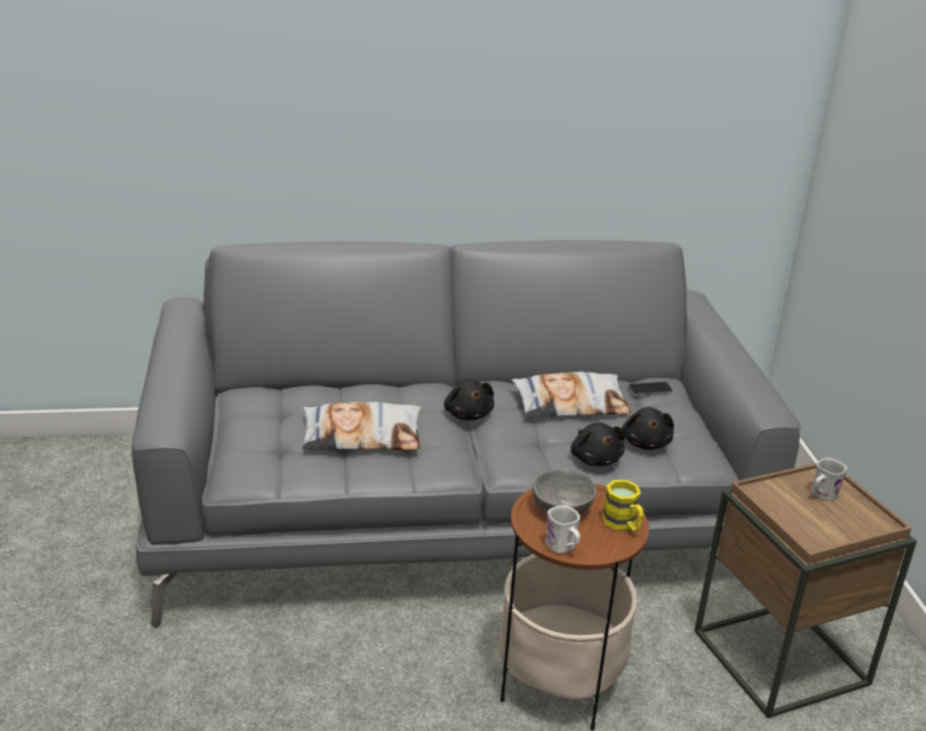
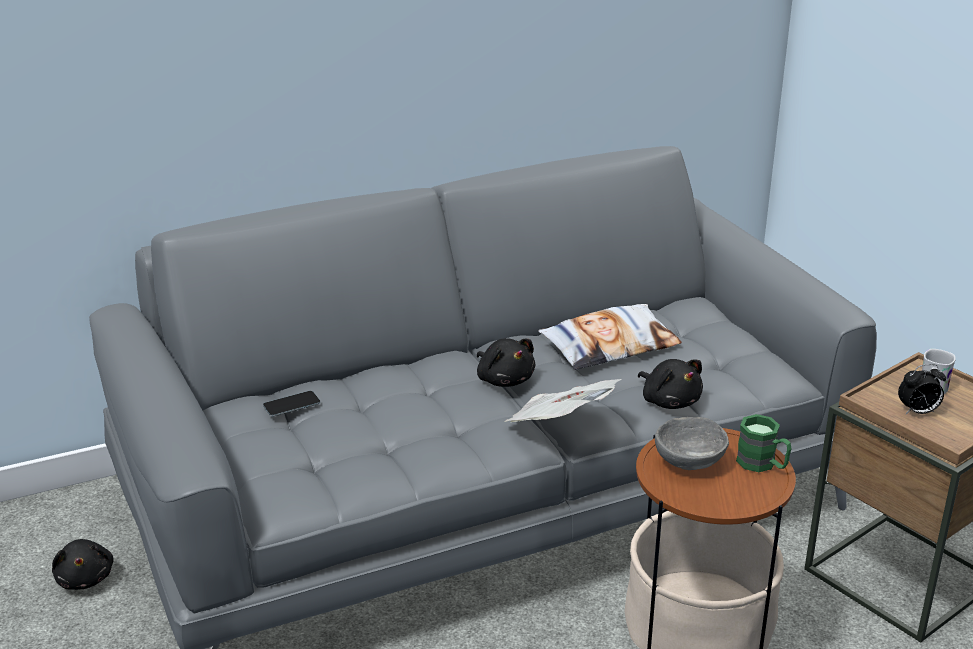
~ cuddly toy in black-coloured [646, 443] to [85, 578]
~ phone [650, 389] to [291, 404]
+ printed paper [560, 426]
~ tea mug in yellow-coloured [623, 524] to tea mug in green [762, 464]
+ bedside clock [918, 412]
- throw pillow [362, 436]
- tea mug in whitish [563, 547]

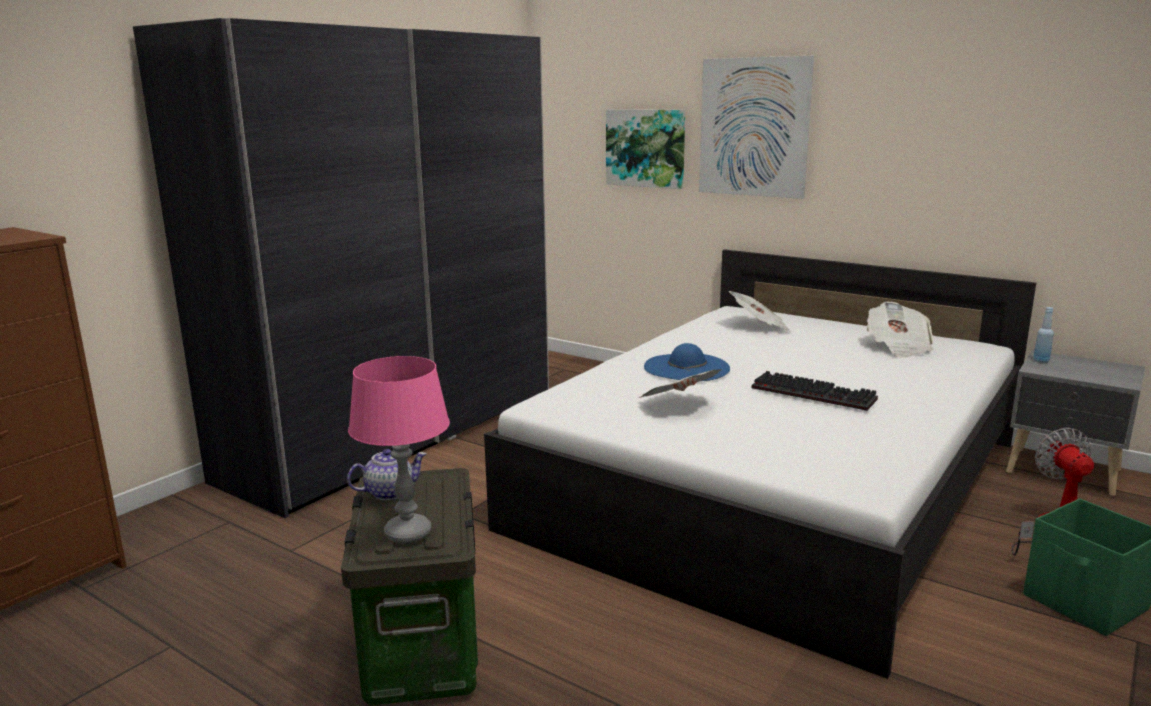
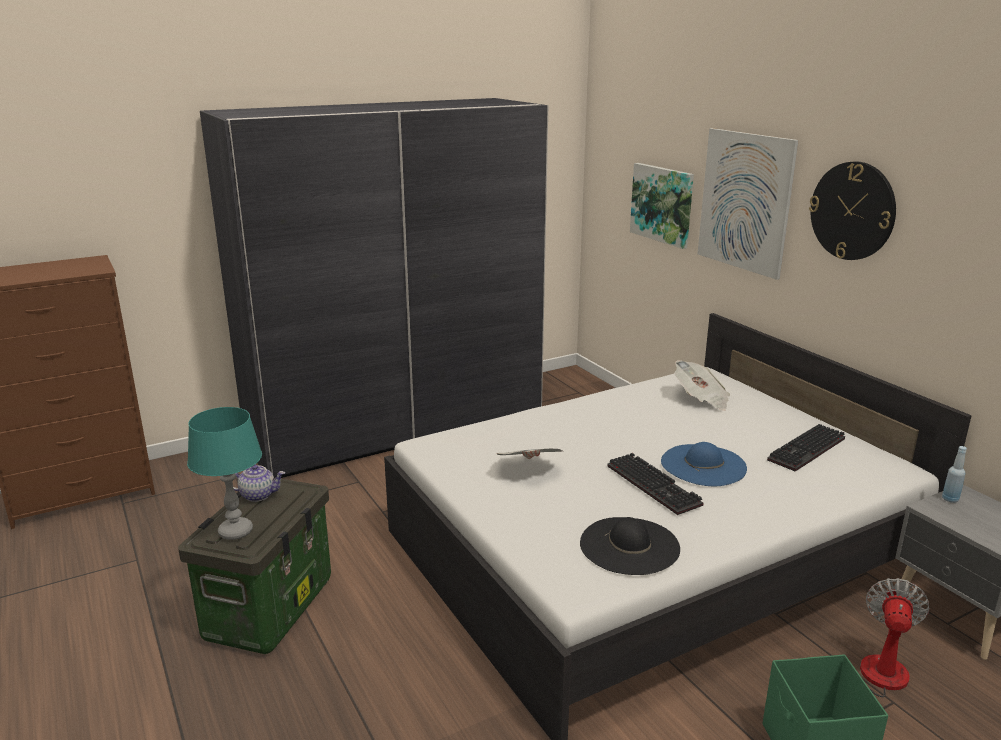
~ tabletop lamp in pink-coloured [407, 533] to tabletop lamp in turquoise [235, 532]
+ wearable hat in black-coloured [629, 545]
~ wearable hat in blue [686, 367] to [703, 465]
~ printed paper [898, 347] to keyboard [807, 451]
+ clock on the wall [852, 211]

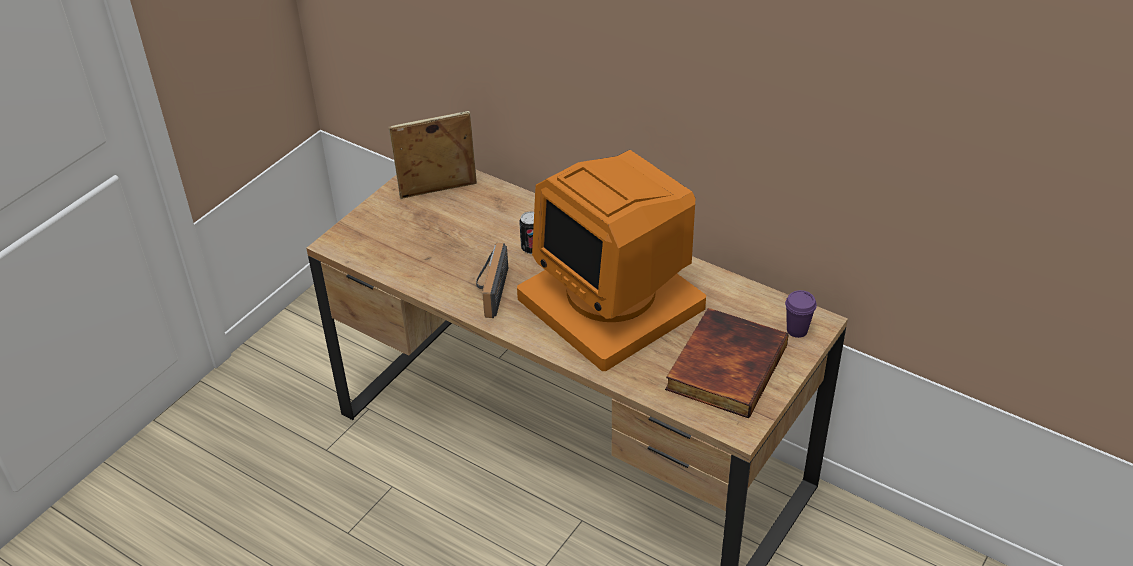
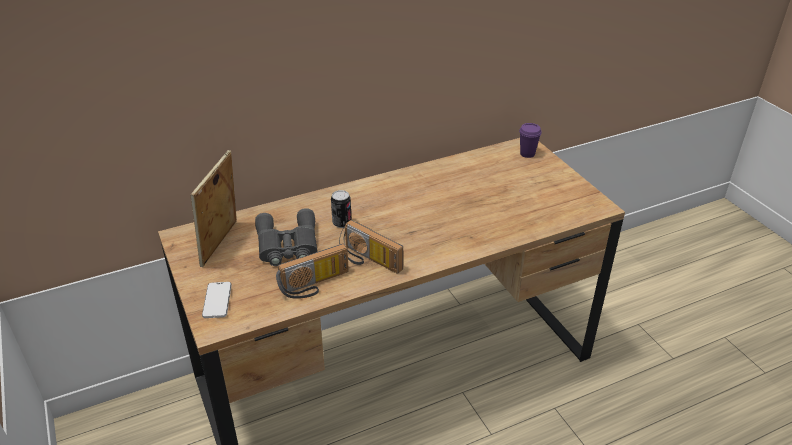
+ phone [217, 301]
+ field glasses in gray [287, 245]
+ radio set [315, 285]
- computer screen [614, 301]
- bound book [724, 366]

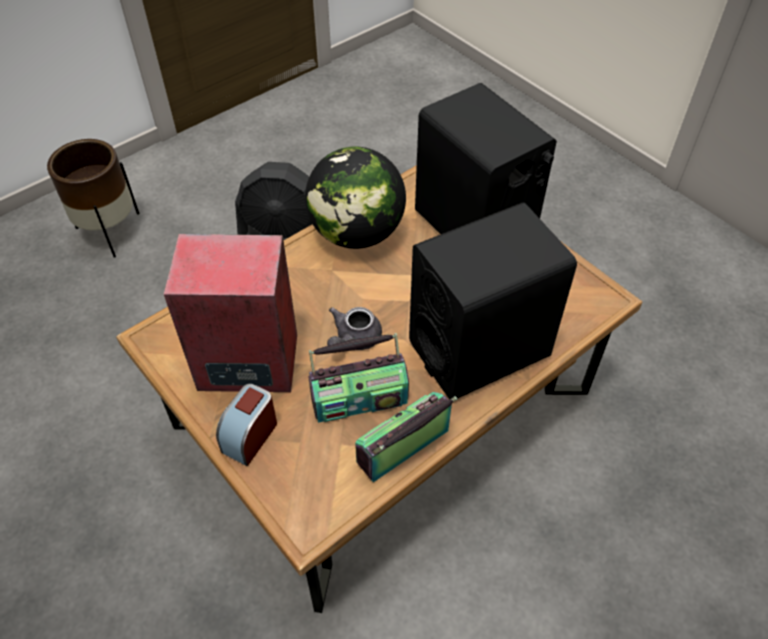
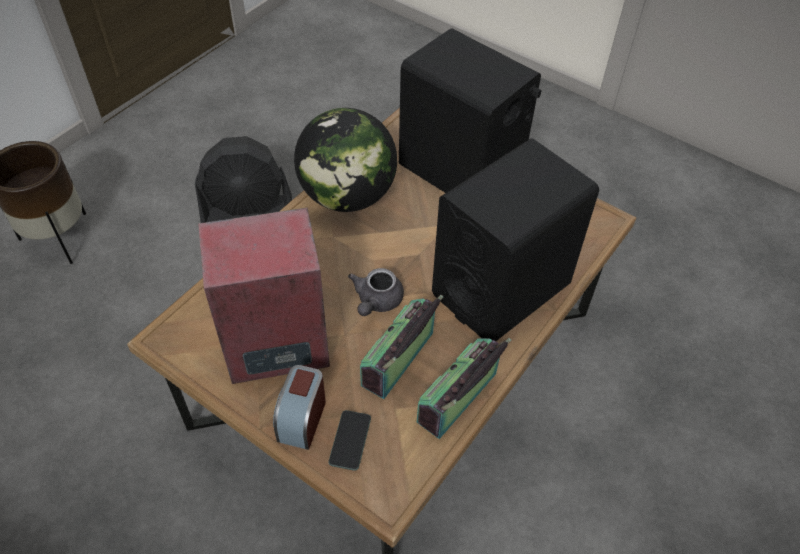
+ phone [350, 440]
~ radio set [359, 399] = [400, 360] 150 degrees clockwise

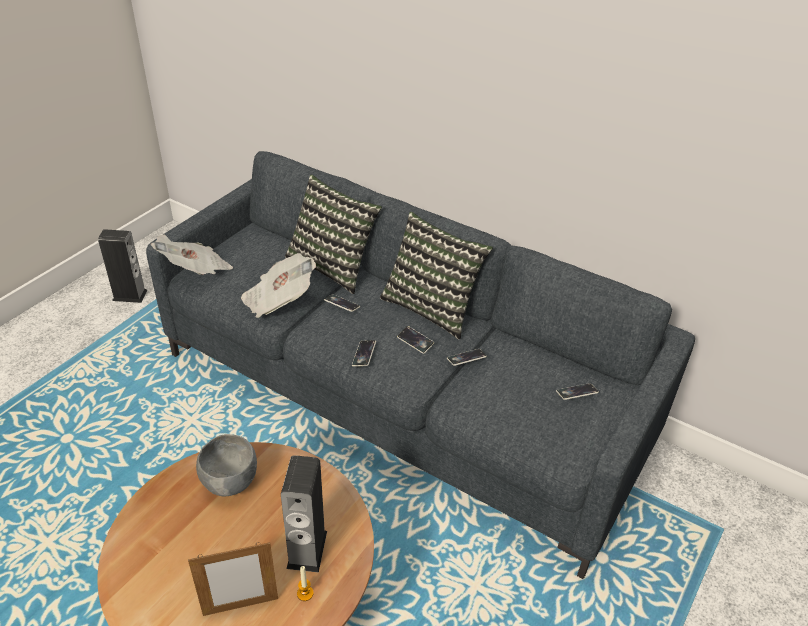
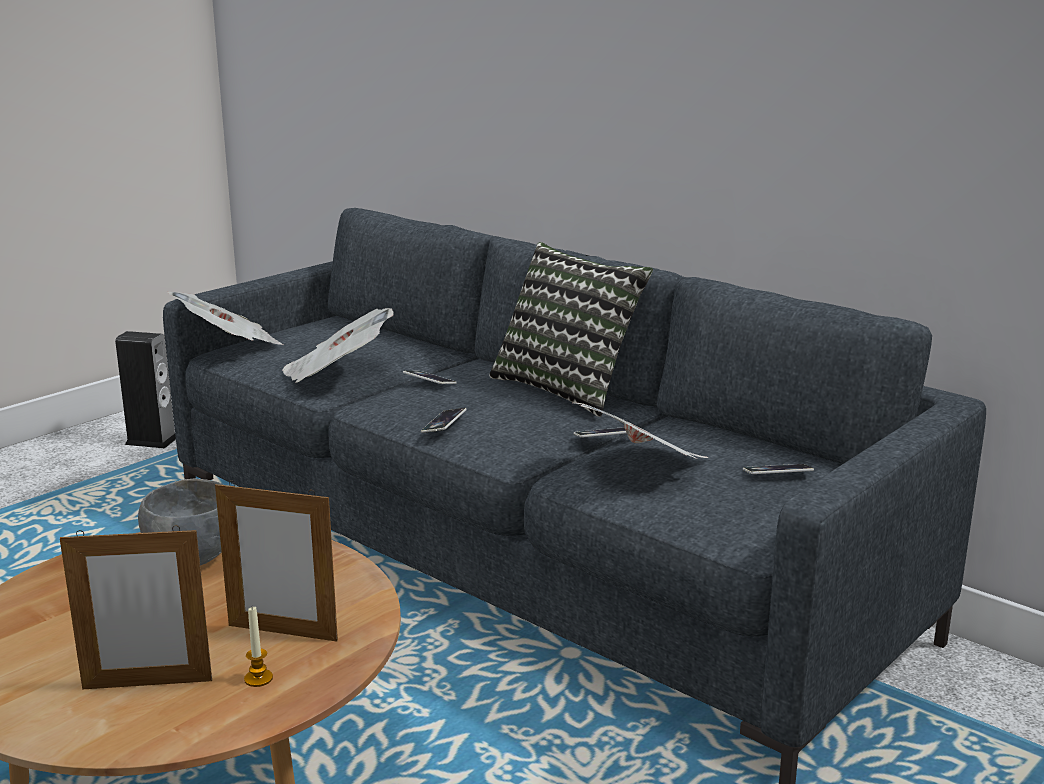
~ loudspeaker [307, 549] to photo frame [282, 632]
+ printed paper [641, 466]
- throw pillow [333, 265]
- phone [415, 341]

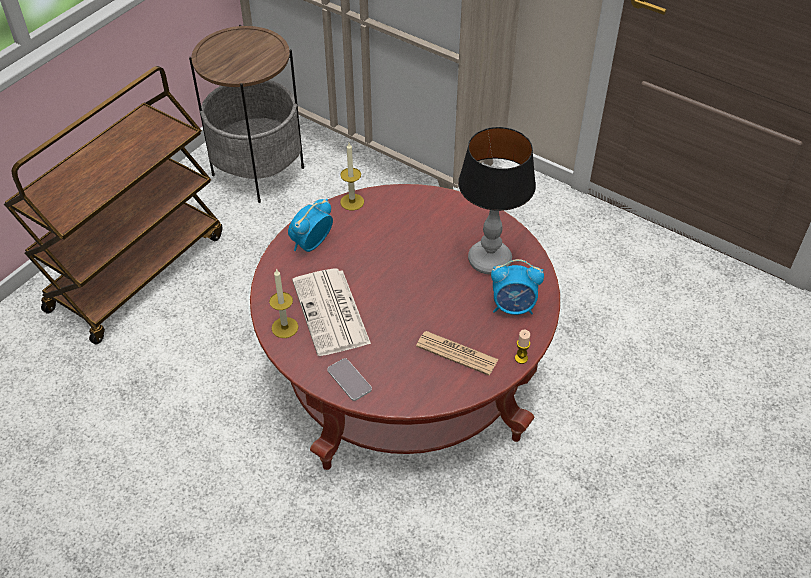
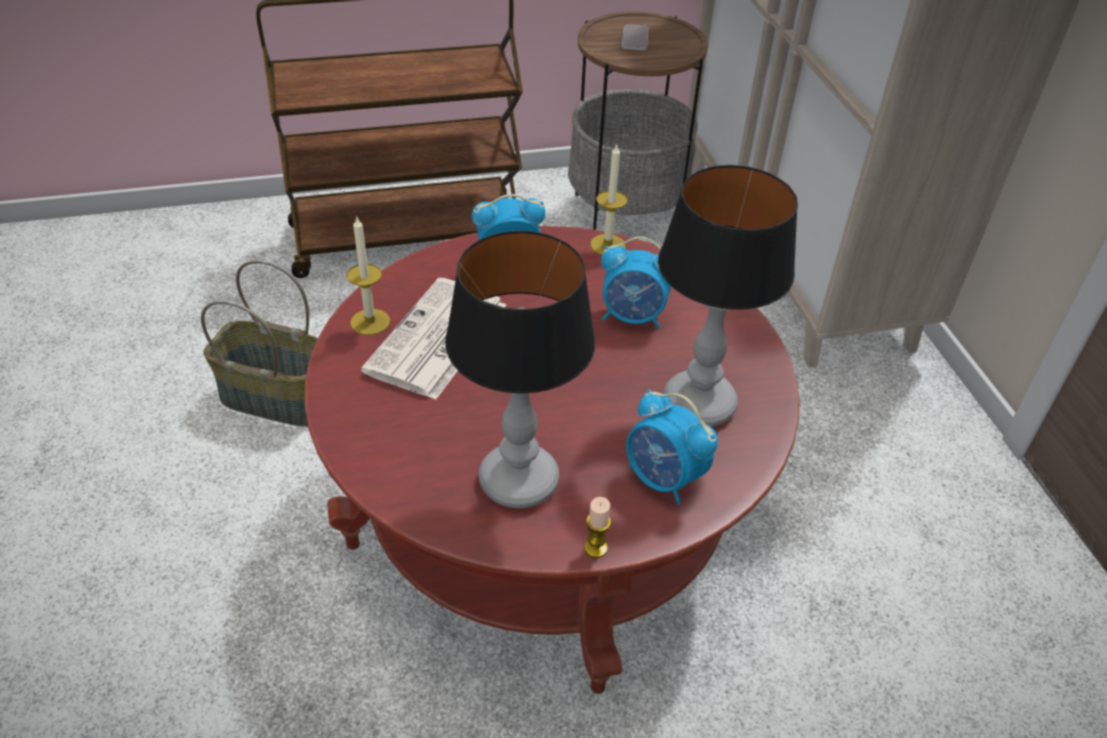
+ storage basket [280, 397]
~ printed paper [457, 353] to tabletop lamp [520, 481]
+ bedside clock [633, 317]
~ phone [349, 380] to [635, 38]

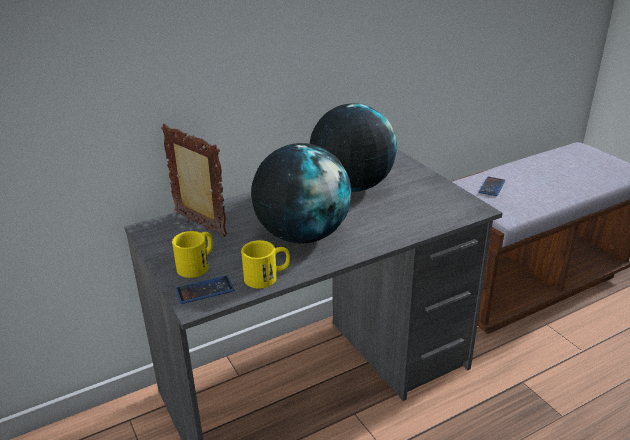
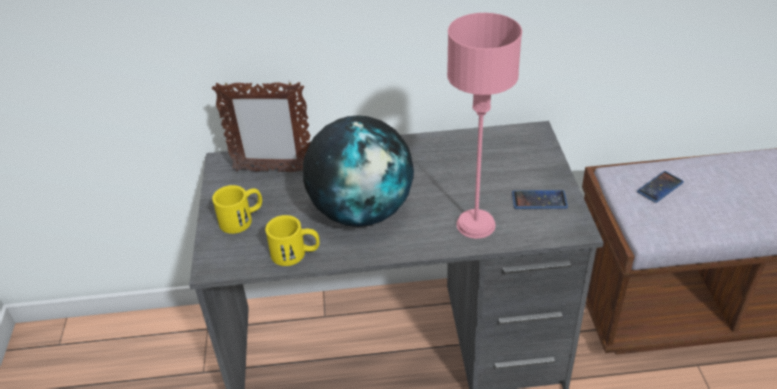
~ photo frame [200, 225] = [273, 171] 120 degrees clockwise
+ tabletop lamp in pink-coloured [476, 224]
~ phone [204, 290] to [539, 200]
- globe [351, 186]

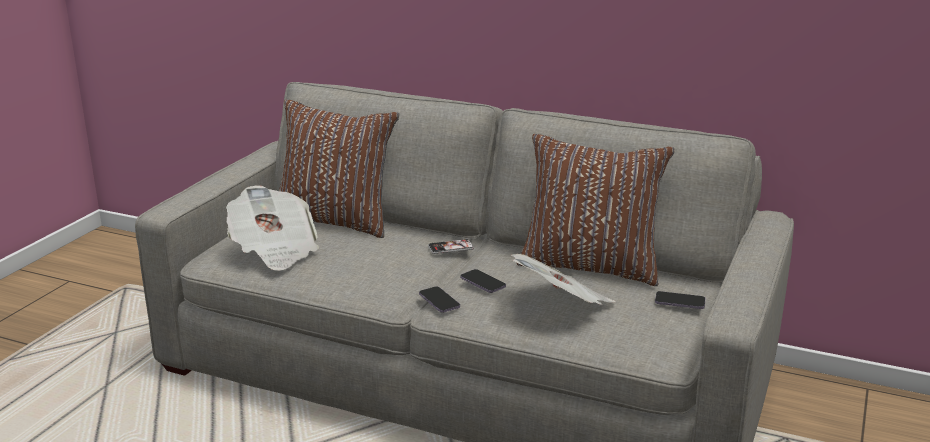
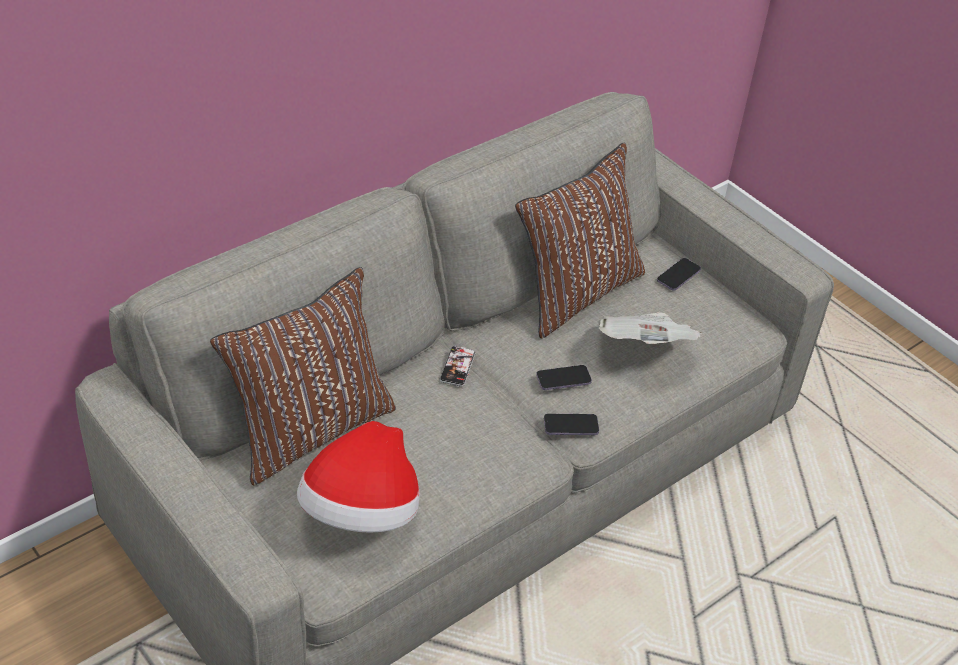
~ printed paper [274, 250] to wearable hat [361, 512]

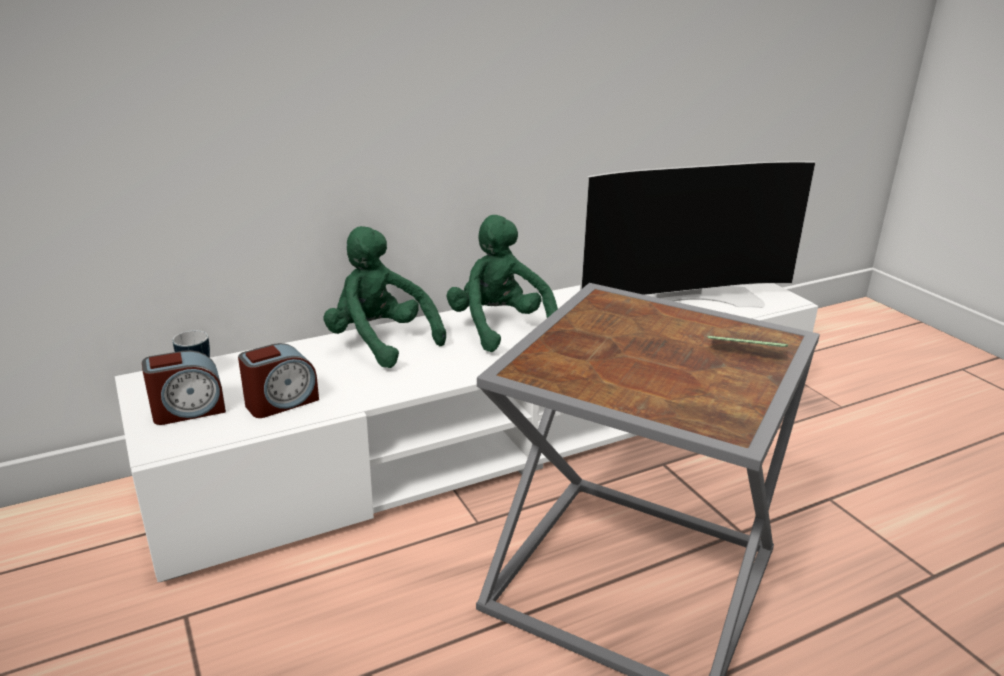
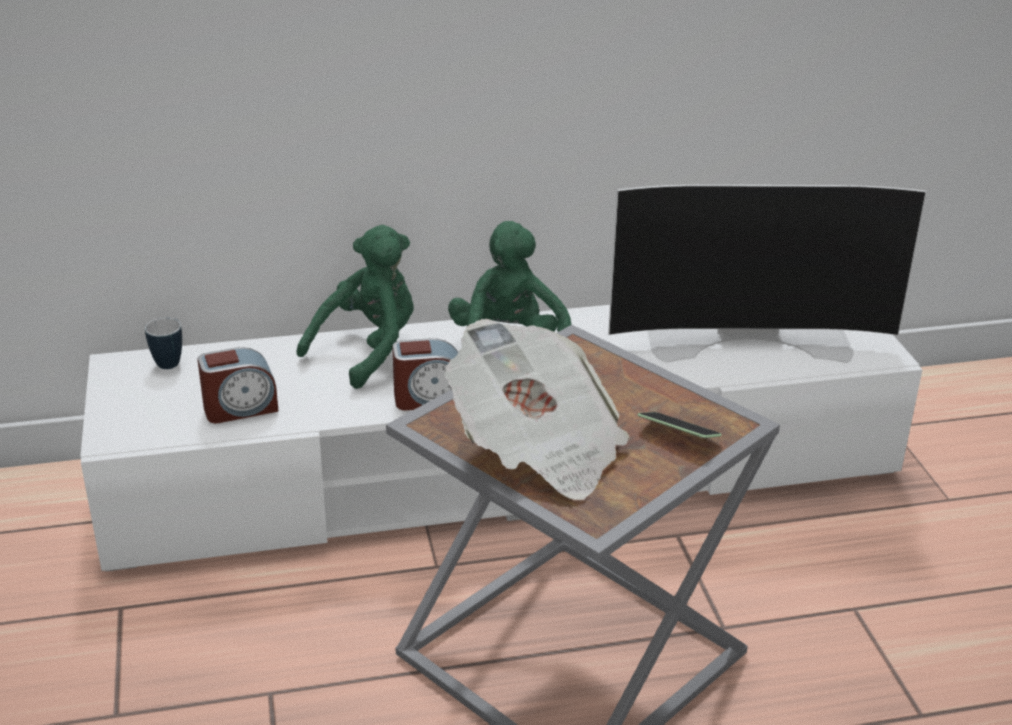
~ cuddly toy in green [380, 342] = [368, 350] 75 degrees clockwise
~ bedside clock [188, 410] to [429, 398]
+ printed paper [537, 448]

